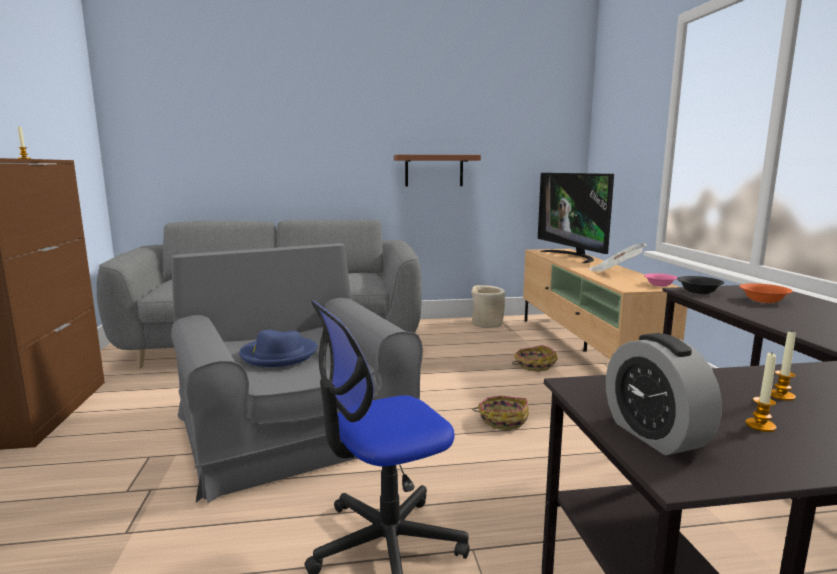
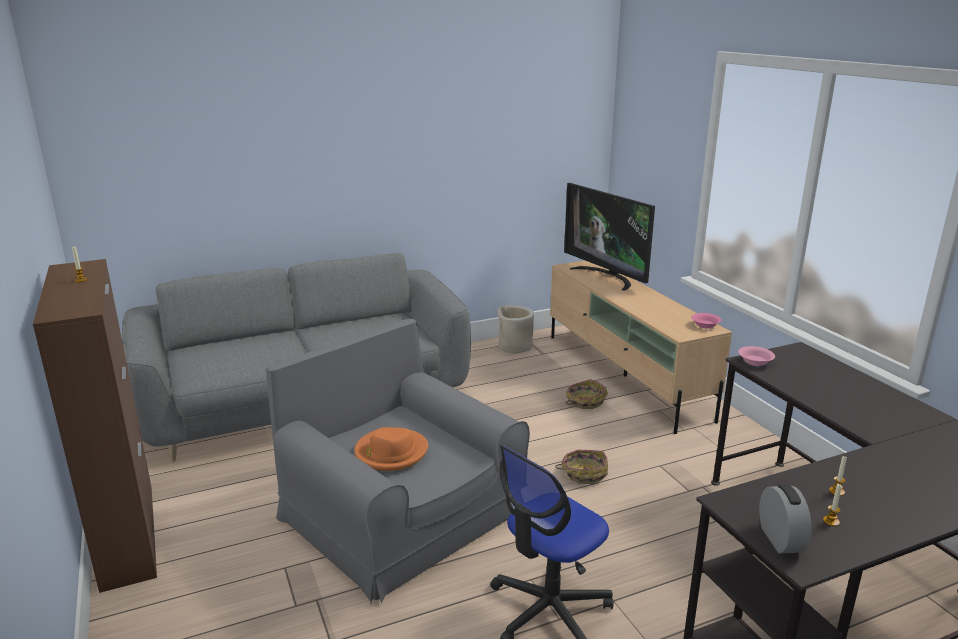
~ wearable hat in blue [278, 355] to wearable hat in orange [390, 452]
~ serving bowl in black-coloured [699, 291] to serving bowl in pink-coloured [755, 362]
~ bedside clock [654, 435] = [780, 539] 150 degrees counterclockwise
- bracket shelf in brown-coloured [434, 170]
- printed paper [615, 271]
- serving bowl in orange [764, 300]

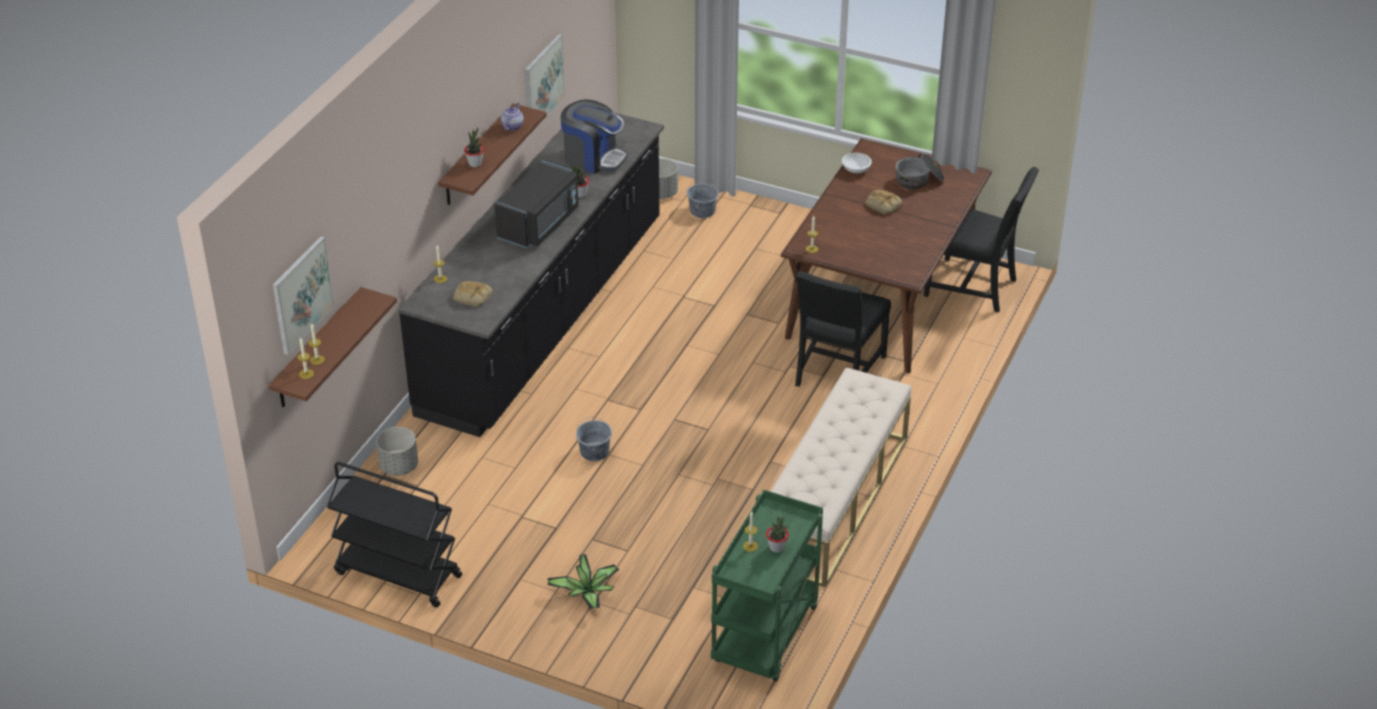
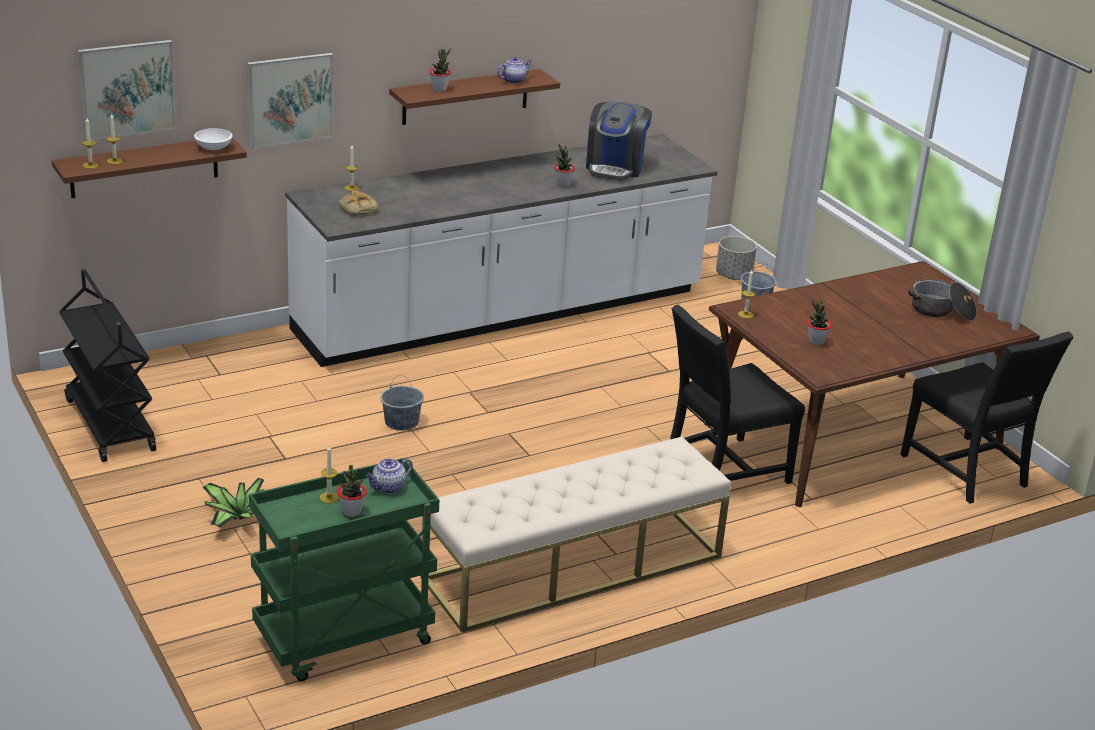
~ serving bowl in whitish [856, 170] to [213, 148]
~ wall art [543, 82] to [290, 99]
~ kitchen counter in black-coloured [545, 316] to kitchen counter in whitish [501, 313]
+ teapot [388, 487]
~ coffee maker [593, 158] = [615, 167] 45 degrees clockwise
+ plant in a pot [816, 341]
- plant pot in gray [399, 466]
- kitchen microwave in black-coloured [540, 224]
- bread [882, 205]

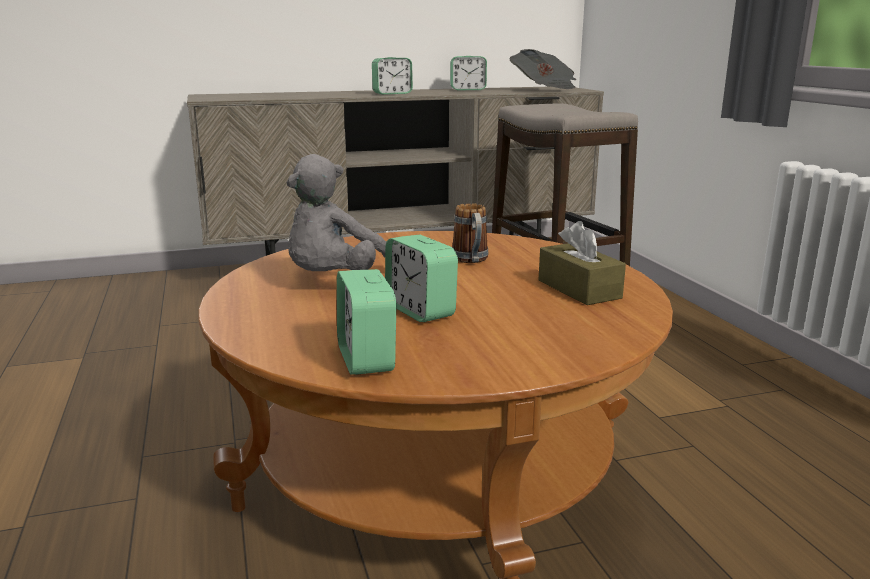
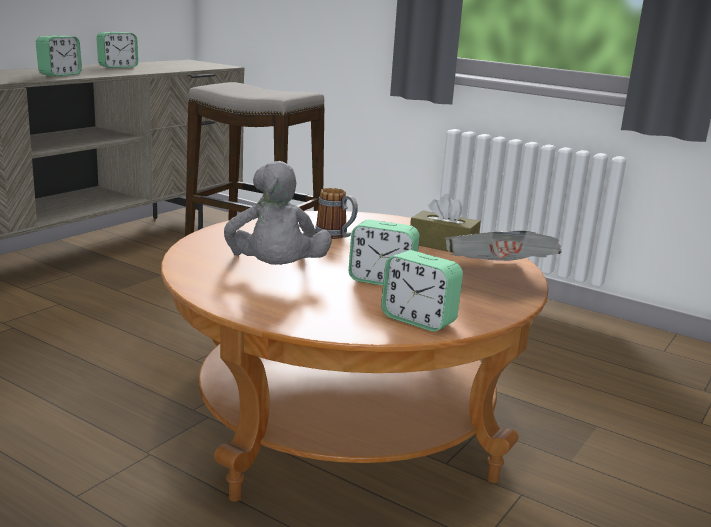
~ printed paper [545, 90] to [497, 278]

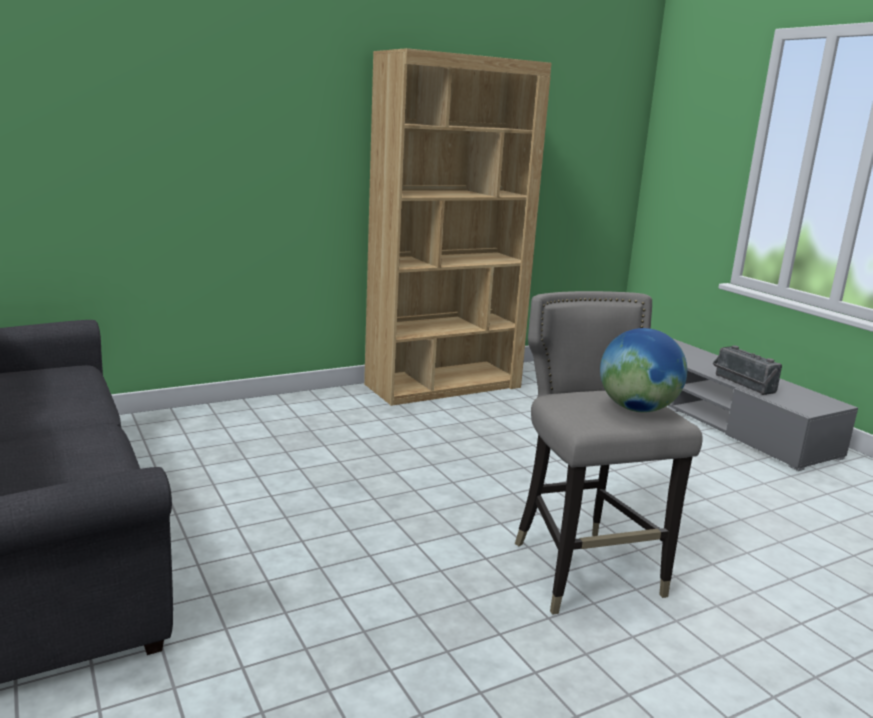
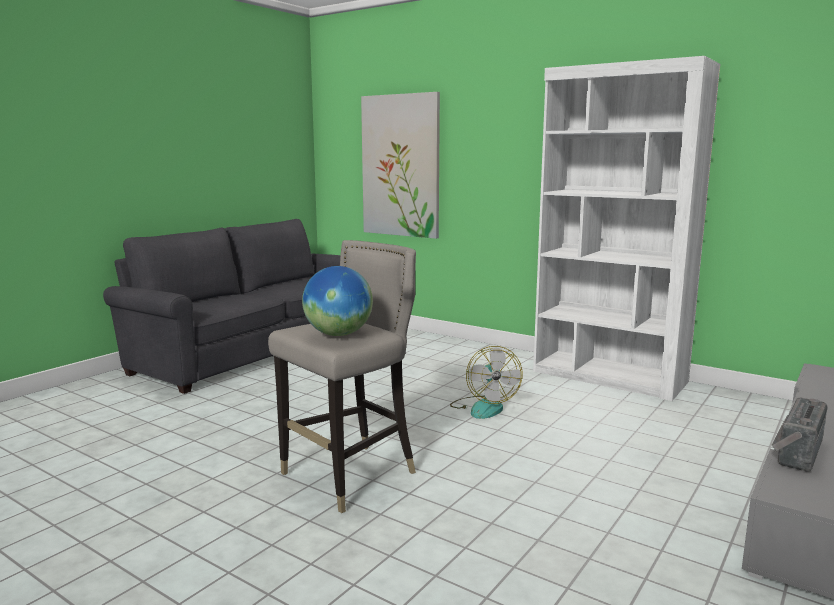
+ wall art [400, 166]
+ electric fan [483, 407]
~ bookshelf in brown-coloured [444, 386] to bookshelf in whitish [609, 377]

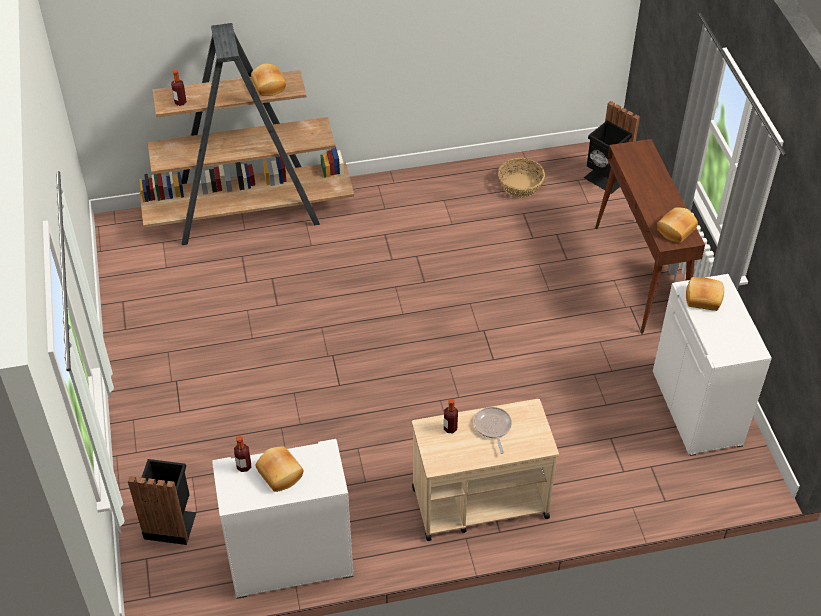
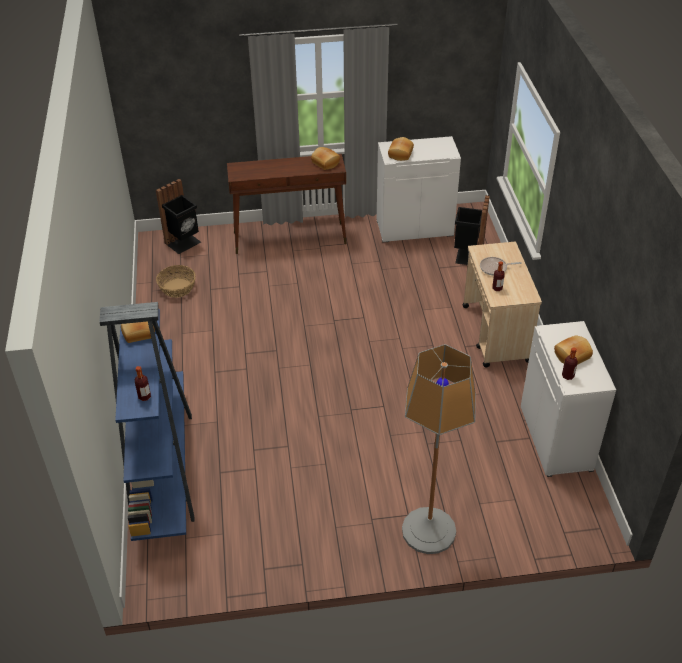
~ bookshelf in brown-coloured [250, 213] to bookshelf in blue [162, 467]
+ standing lamp [428, 531]
~ waste bin in black-coloured [170, 523] to [467, 256]

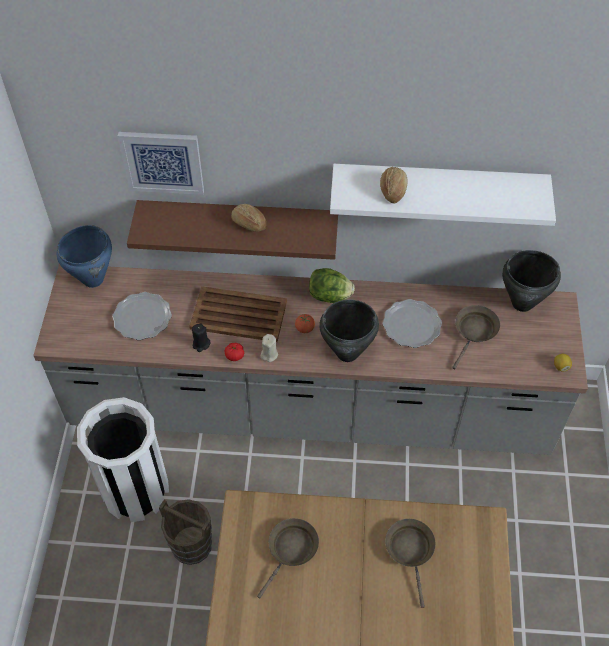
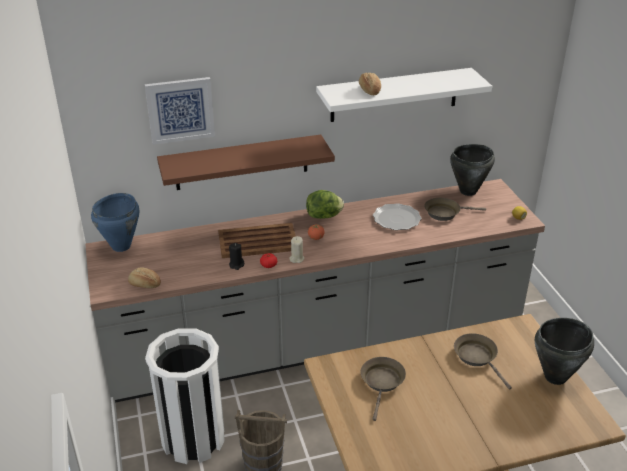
~ bread [248, 224] to [144, 285]
~ pan in brown-coloured [474, 332] = [445, 213] 105 degrees counterclockwise
~ saucepot in black-coloured [347, 353] to [556, 377]
- flat dish [142, 318]

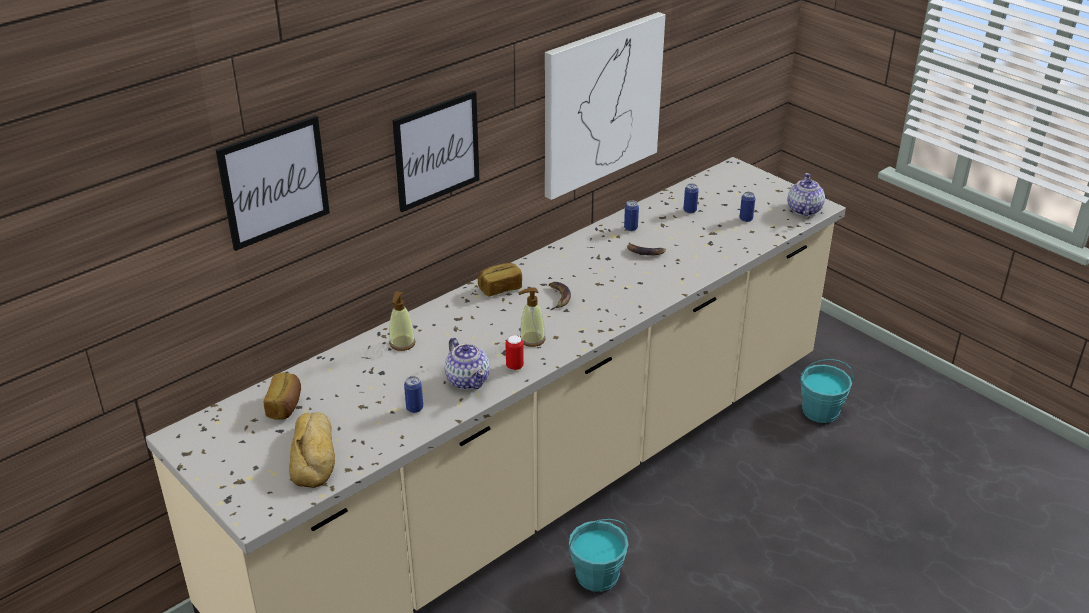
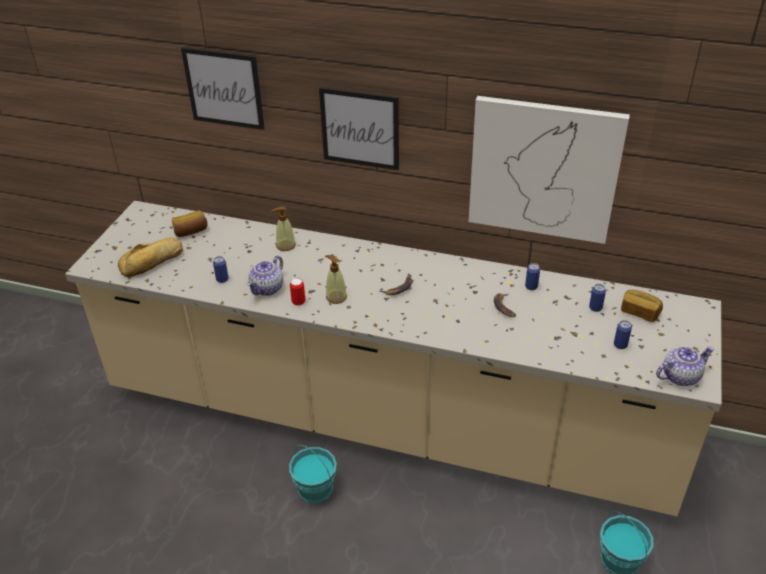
~ bread [500, 288] to [639, 312]

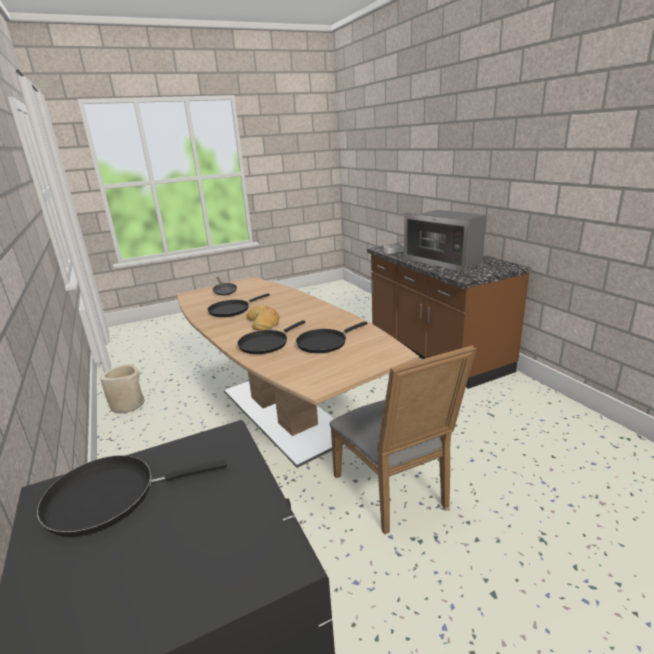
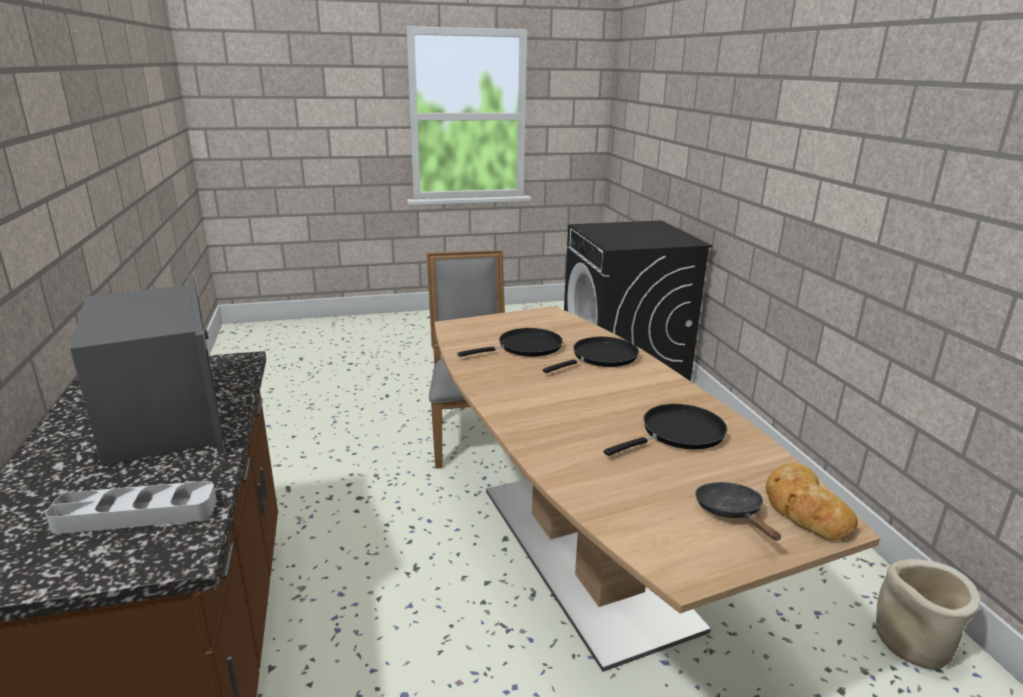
~ bread [264, 322] to [804, 508]
- pan in black-coloured [109, 496]

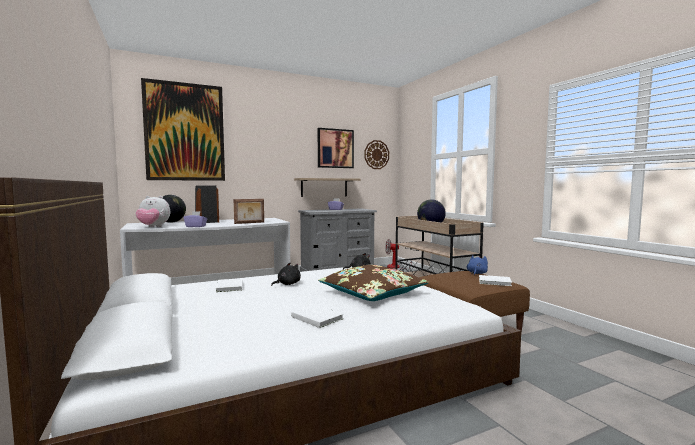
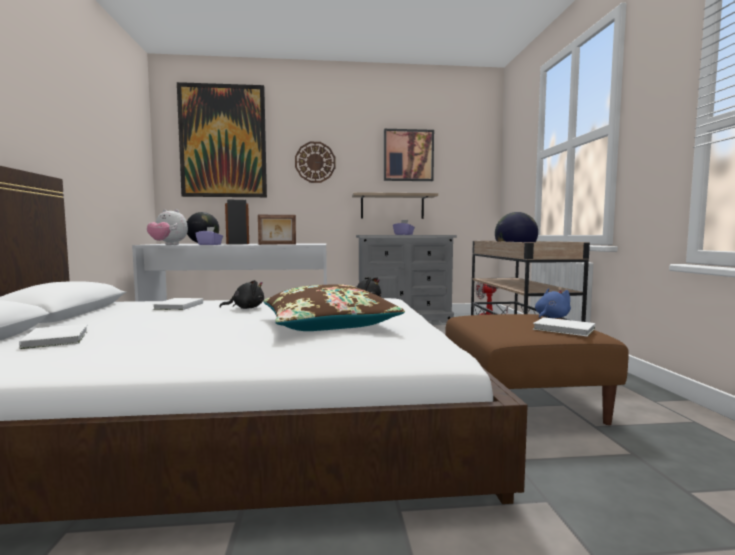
~ bound book in whitish [317, 317] to [58, 339]
~ clock on the wall [376, 154] to [315, 162]

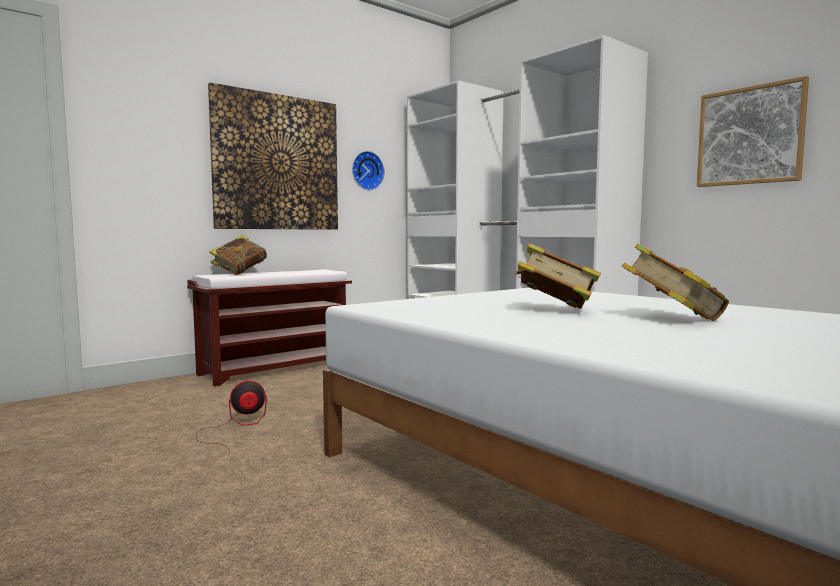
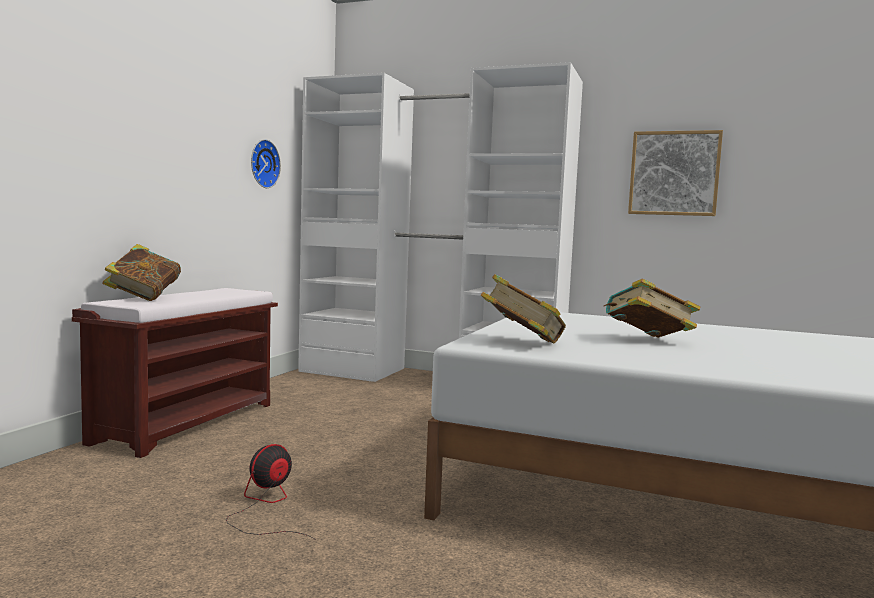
~ bound book [672, 319] to [522, 343]
- wall art [277, 163]

